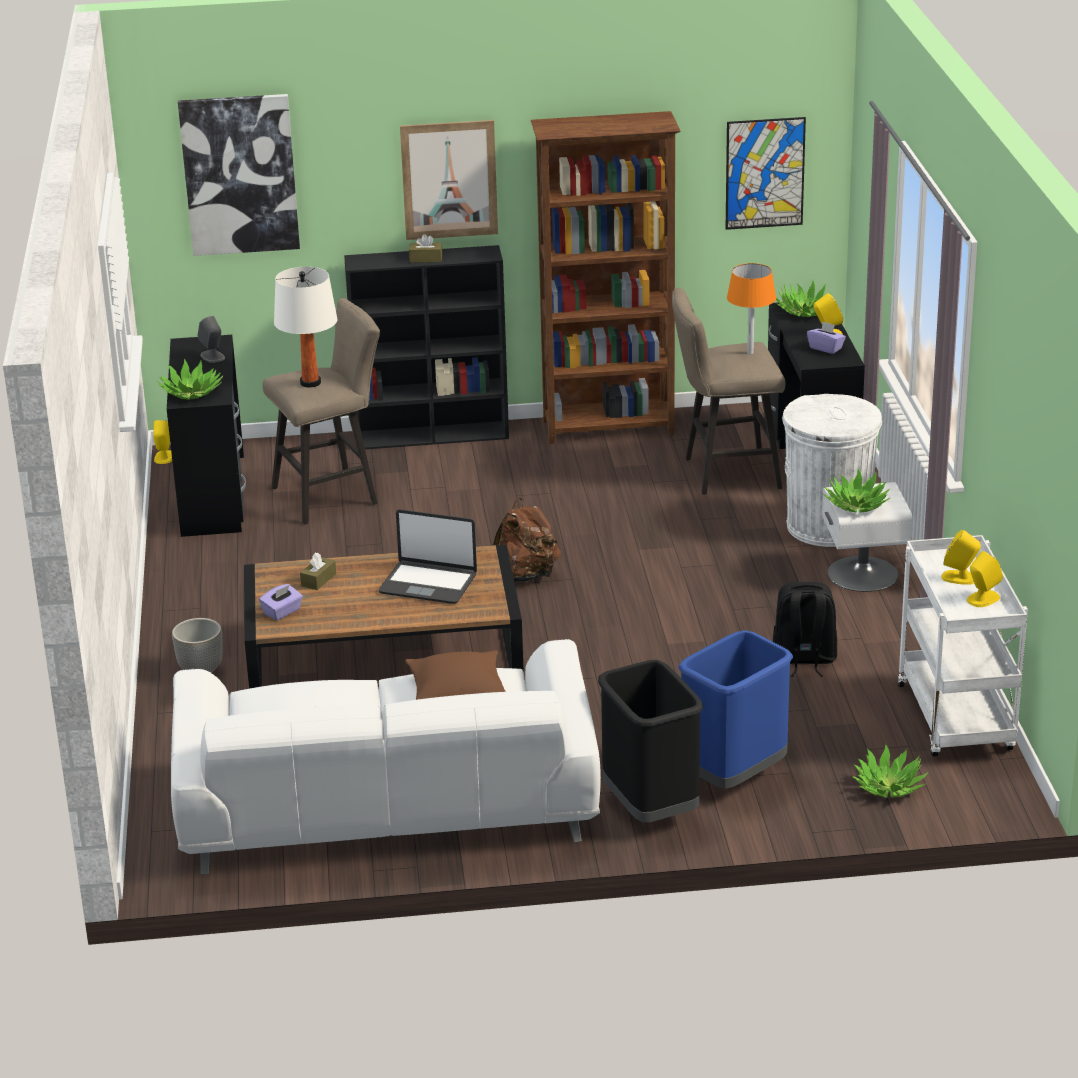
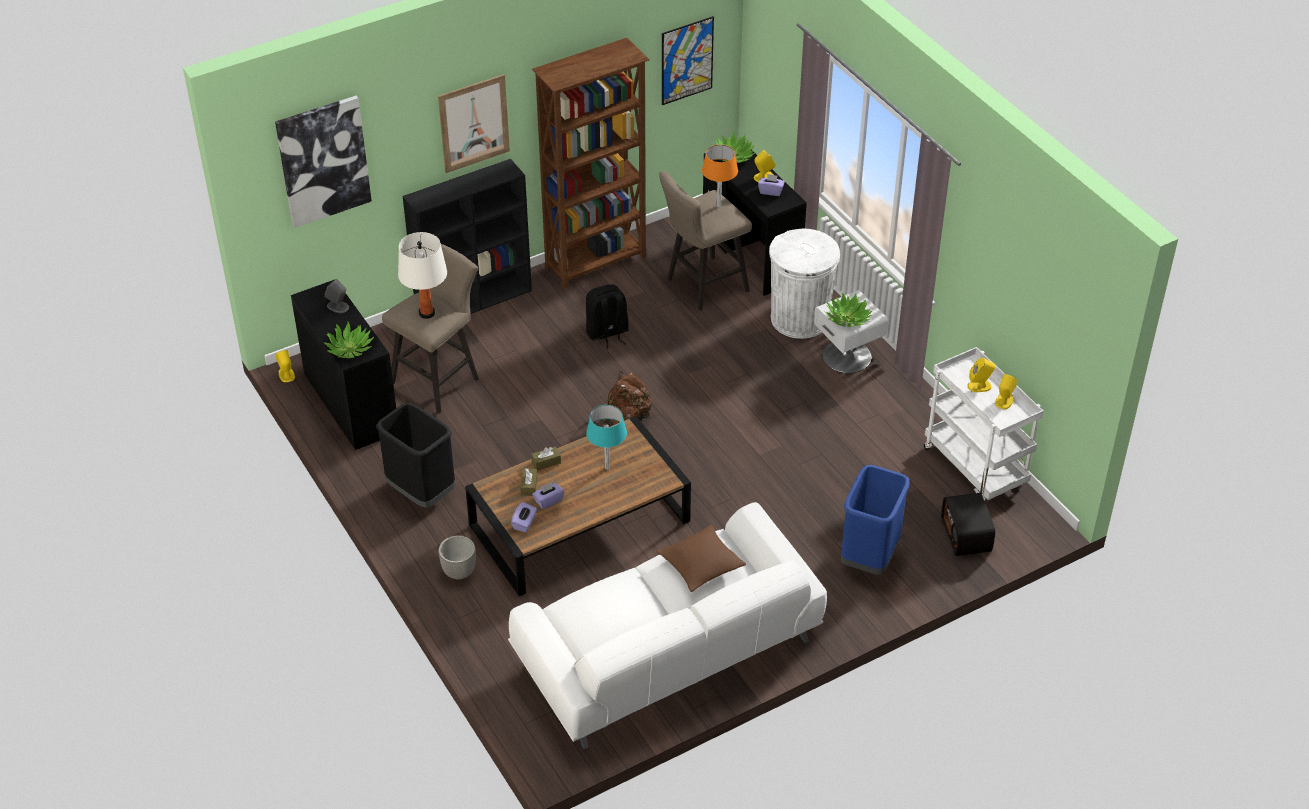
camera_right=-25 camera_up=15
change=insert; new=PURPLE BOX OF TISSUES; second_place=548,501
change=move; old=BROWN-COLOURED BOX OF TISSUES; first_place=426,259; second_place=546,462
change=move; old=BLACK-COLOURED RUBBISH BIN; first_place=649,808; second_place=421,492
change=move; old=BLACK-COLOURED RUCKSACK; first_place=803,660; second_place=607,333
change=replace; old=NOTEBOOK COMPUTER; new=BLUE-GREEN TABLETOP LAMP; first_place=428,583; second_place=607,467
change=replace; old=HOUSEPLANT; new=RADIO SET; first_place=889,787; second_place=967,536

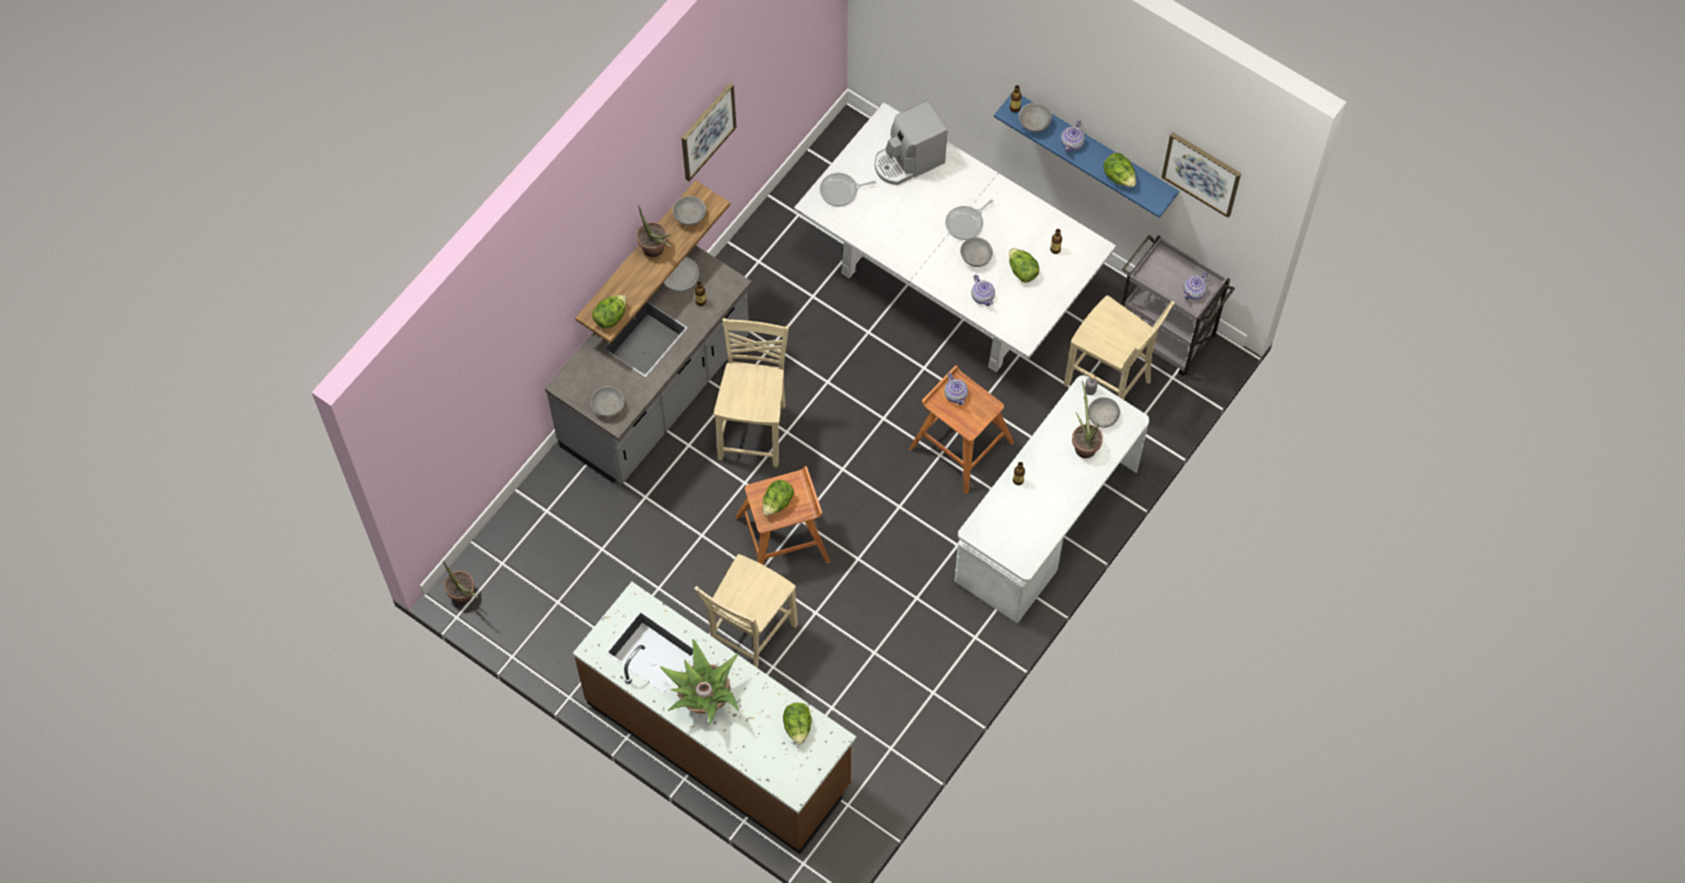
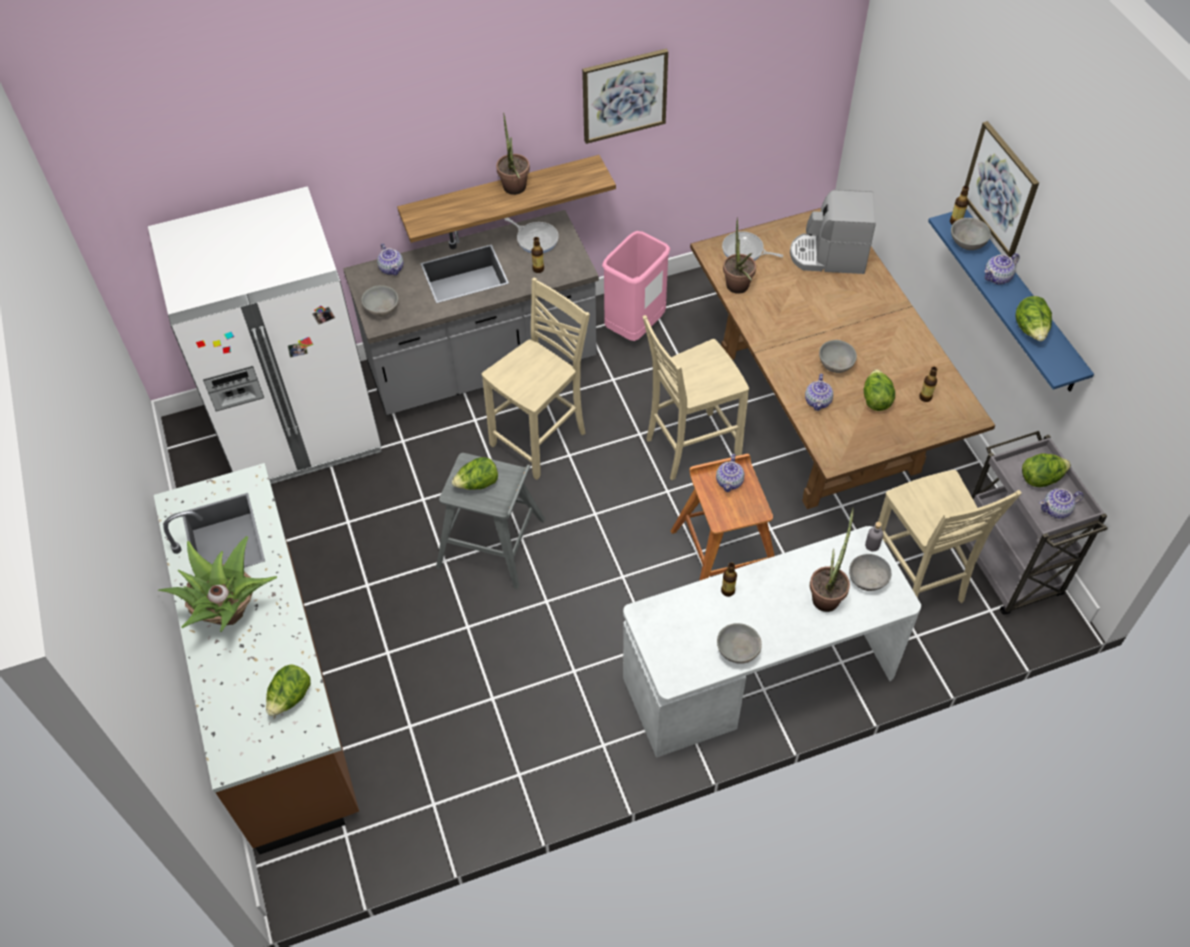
camera_right=35 camera_up=-10
change=delete; old=PAN; first_place=966,223
change=insert; new=WHITE-COLOURED FRIDGE; second_place=300,429
change=insert; new=TEA POT; second_place=392,268
change=insert; new=PINK-COLOURED RUBBISH BIN; second_place=635,327
change=move; old=HOUSEPLANT; first_place=465,598; second_place=738,289
change=move; old=HEAD OF LETTUCE; first_place=610,317; second_place=1041,478
change=move; old=GREY SERVING BOWL; first_place=689,217; second_place=737,650
change=move; old=BEIGE UPRIGHT CHAIR; first_place=750,639; second_place=689,447
change=move; old=PICTURE; first_place=1201,173; second_place=1001,189
change=recolor; old=BROWN-COLOURED STOOL SEAT; new=GREY STOOL SEAT; first_place=784,538; second_place=492,544
change=recolor; old=WHITE-COLOURED KITCHEN TABLE; new=BROWN-COLOURED KITCHEN TABLE; first_place=951,283; second_place=818,412

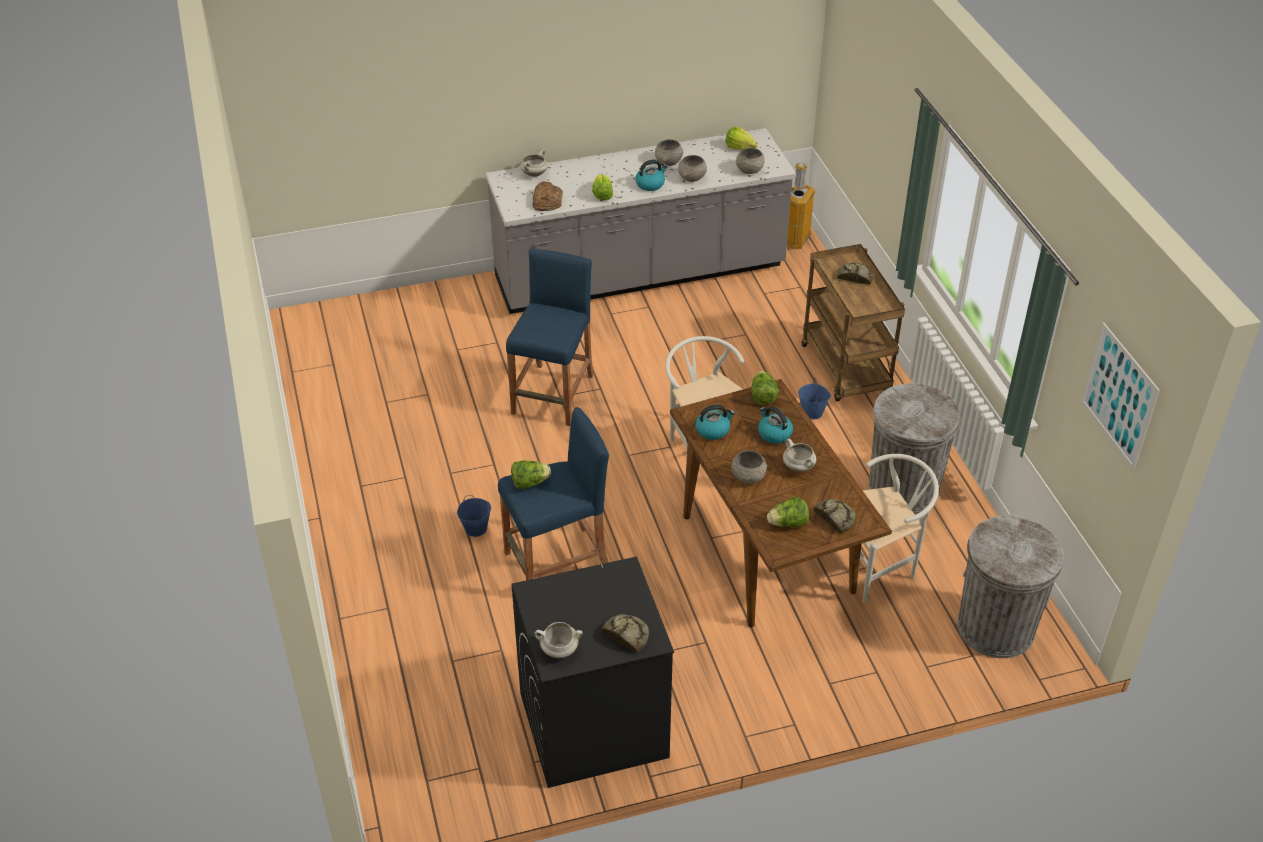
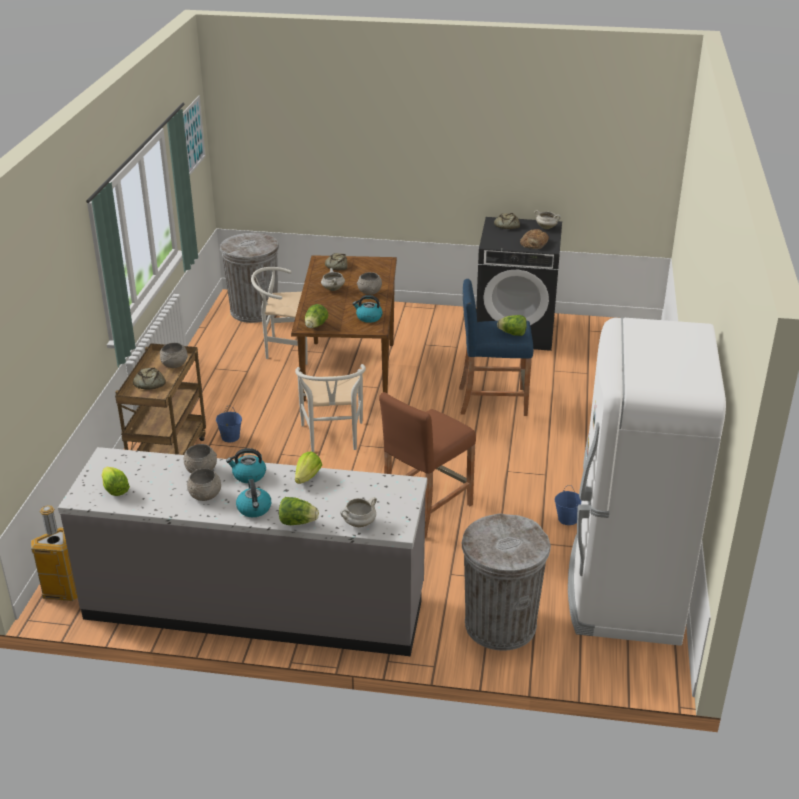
camera_right=-155 camera_up=-10
change=insert; new=WHITE-COLOURED FRIDGE; second_place=623,589
change=move; old=BLUE WATER BUCKET; first_place=475,529; second_place=568,519
change=move; old=BREAD; first_place=547,201; second_place=534,243
change=move; old=GREY SERVING BOWL; first_place=749,170; second_place=175,364
change=move; old=WATER KETTLE; first_place=774,434; second_place=254,509
change=move; old=HEAD OF LETTUCE; first_place=788,523; second_place=297,522
change=move; old=GREY RUBBISH BIN; first_place=903,489; second_place=500,625
change=recolor; old=BLUE STOOL SEAT; new=BROWN-COLOURED STOOL SEAT; first_place=553,394; second_place=426,509

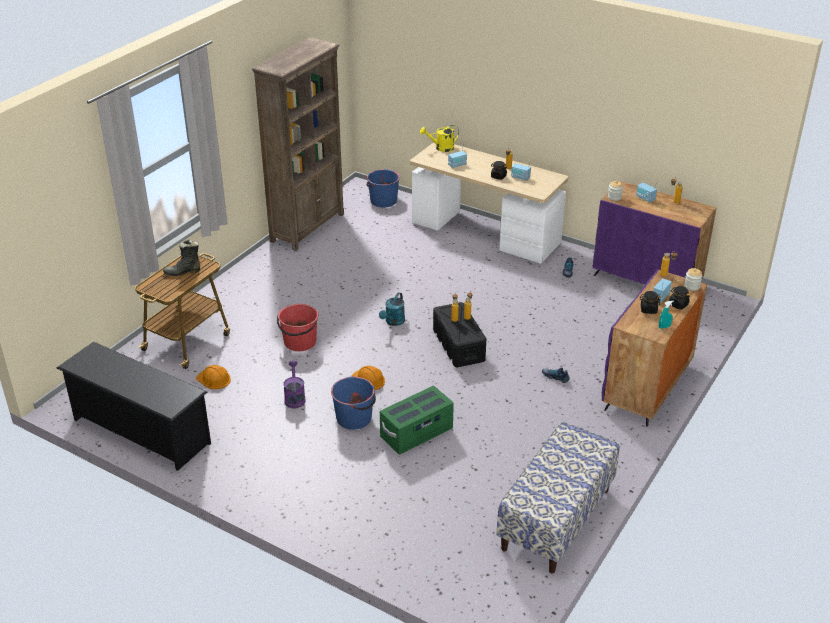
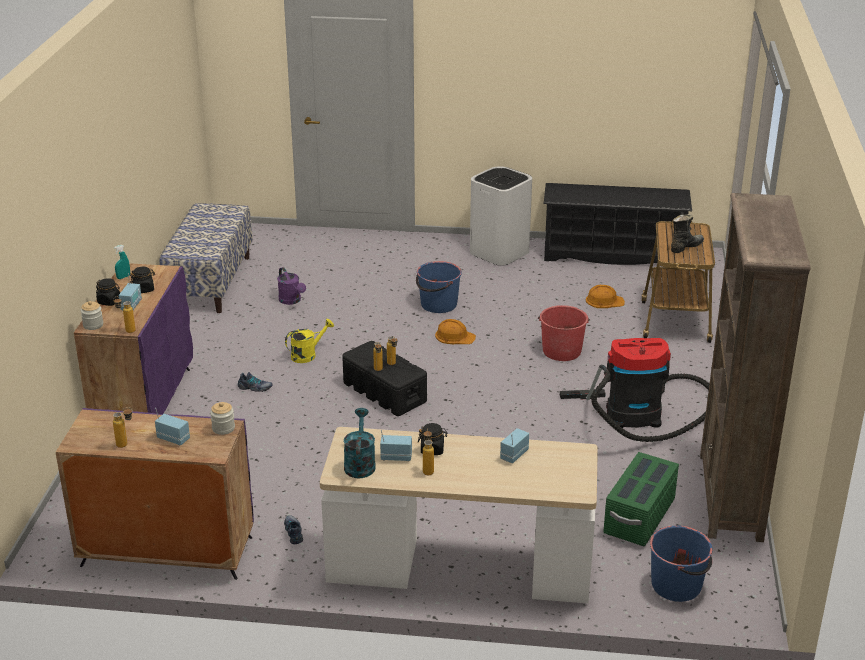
camera_right=155 camera_up=-5
change=insert; new=WHITE-COLOURED RUBBISH BIN; second_place=500,252
change=insert; new=HOOVER; second_place=639,415
change=move; old=PURPLE WATERING POT; first_place=294,398; second_place=292,301
change=move; old=BLUE-GREEN WATERING POT; first_place=393,322; second_place=359,463
change=move; old=GREENISH STORAGE BOX; first_place=417,433; second_place=639,517
change=move; old=YELLOW WATERING POT; first_place=441,148; second_place=307,355

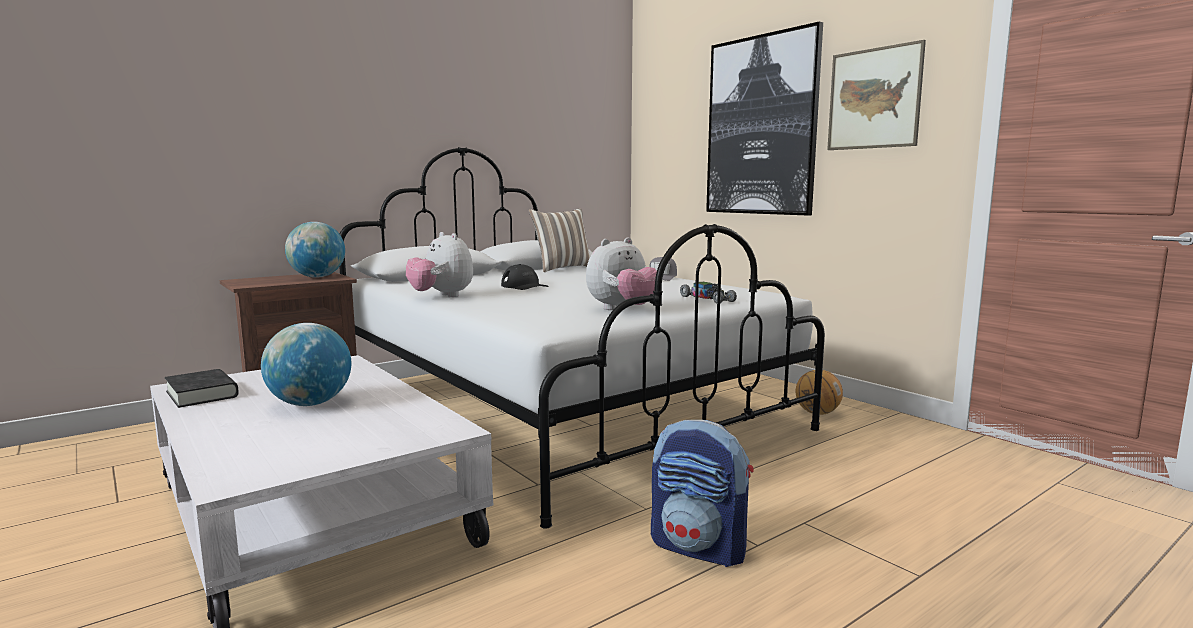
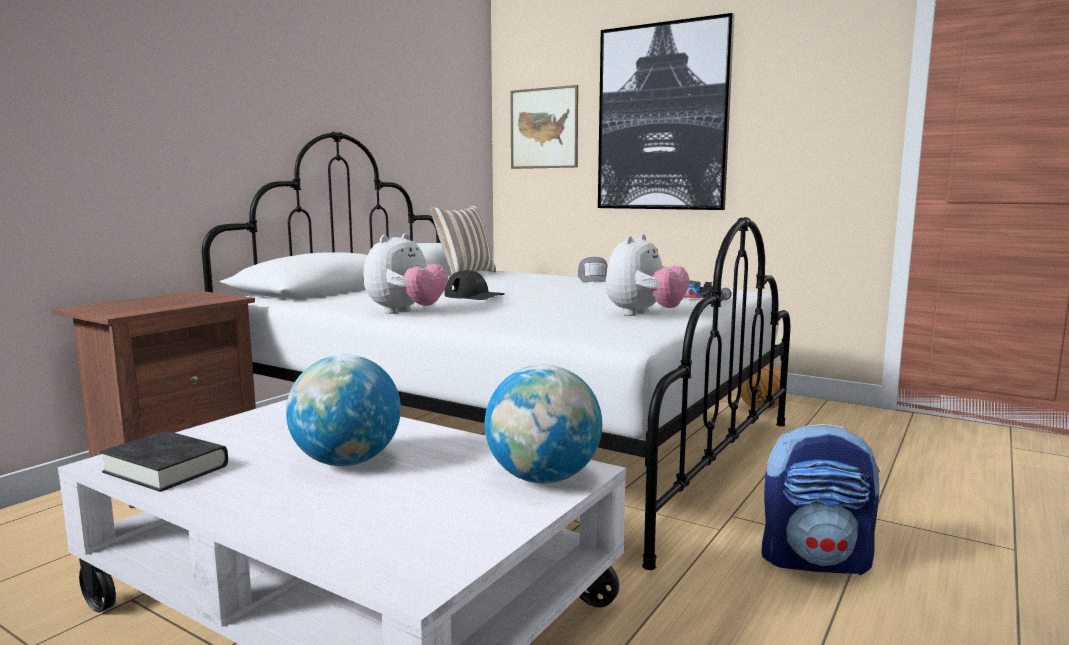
camera_right=-20 camera_up=0
change=move; old=GLOBE; first_place=317,277; second_place=543,478
change=move; old=PICTURE; first_place=874,98; second_place=544,128
change=rotate; old=PLUSH TOY; first_place=441,296; second_place=406,312; degrees=-90

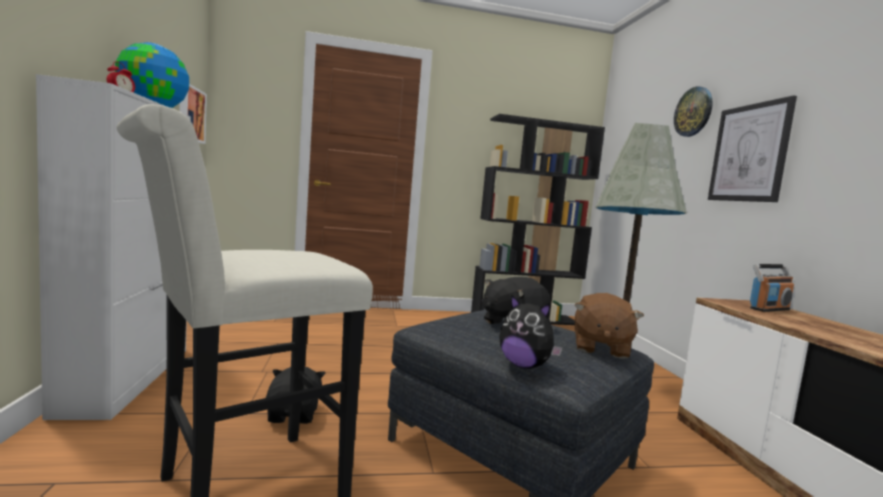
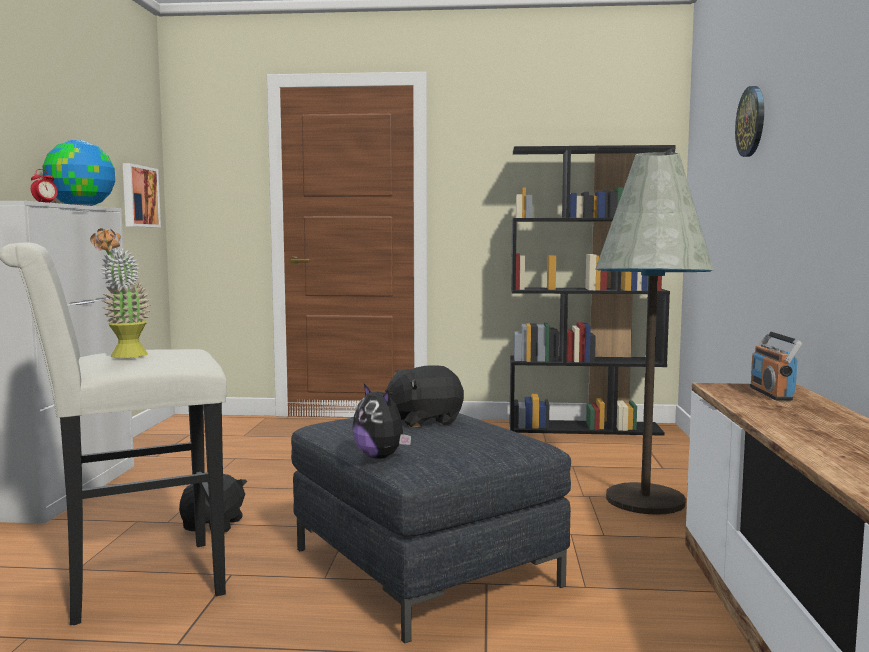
camera_right=15 camera_up=0
change=delete; old=BROWN-COLOURED PLUSH TOY; first_place=600,348
change=delete; old=PICTURE; first_place=749,153
change=insert; new=HOUSEPLANT; second_place=124,357
change=rotate; old=RADIO SET; first_place=769,309; second_place=771,393; degrees=105

